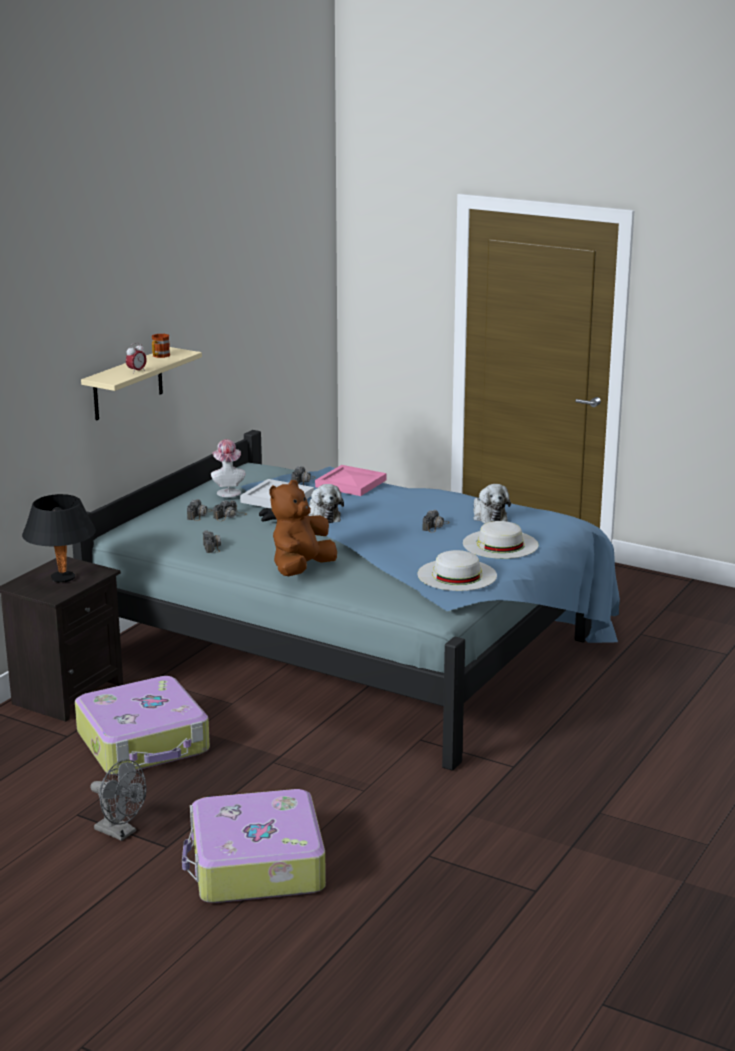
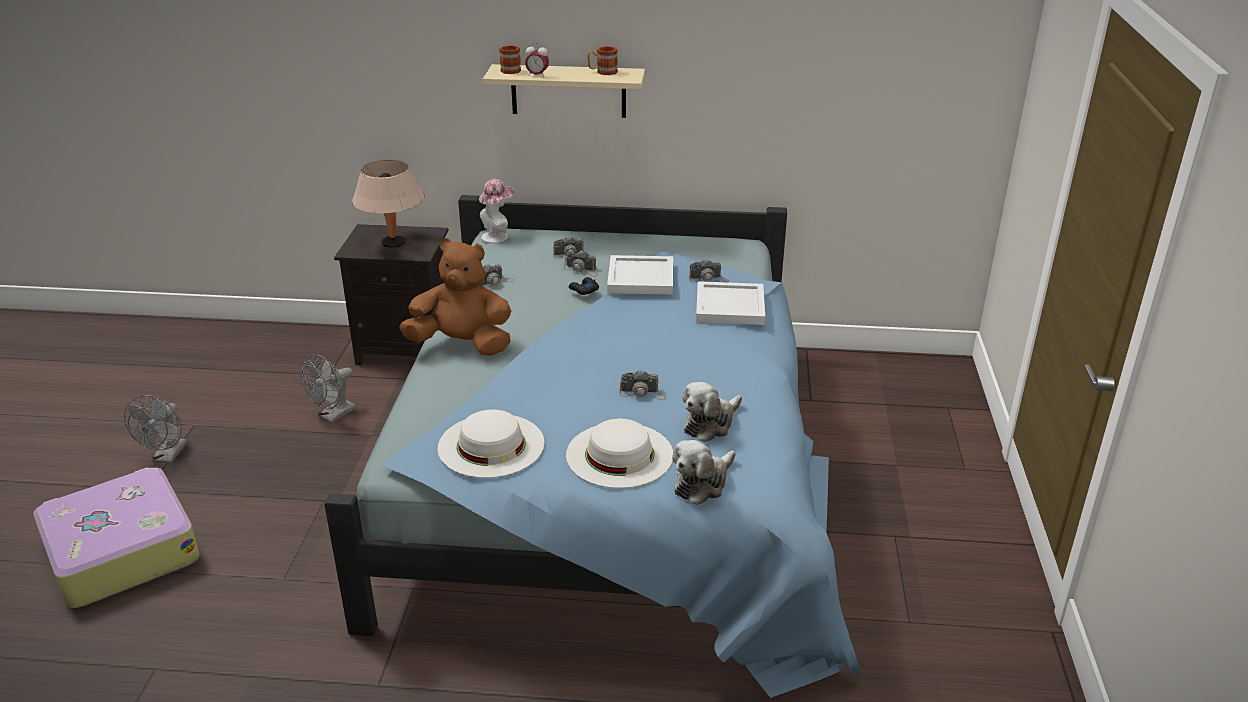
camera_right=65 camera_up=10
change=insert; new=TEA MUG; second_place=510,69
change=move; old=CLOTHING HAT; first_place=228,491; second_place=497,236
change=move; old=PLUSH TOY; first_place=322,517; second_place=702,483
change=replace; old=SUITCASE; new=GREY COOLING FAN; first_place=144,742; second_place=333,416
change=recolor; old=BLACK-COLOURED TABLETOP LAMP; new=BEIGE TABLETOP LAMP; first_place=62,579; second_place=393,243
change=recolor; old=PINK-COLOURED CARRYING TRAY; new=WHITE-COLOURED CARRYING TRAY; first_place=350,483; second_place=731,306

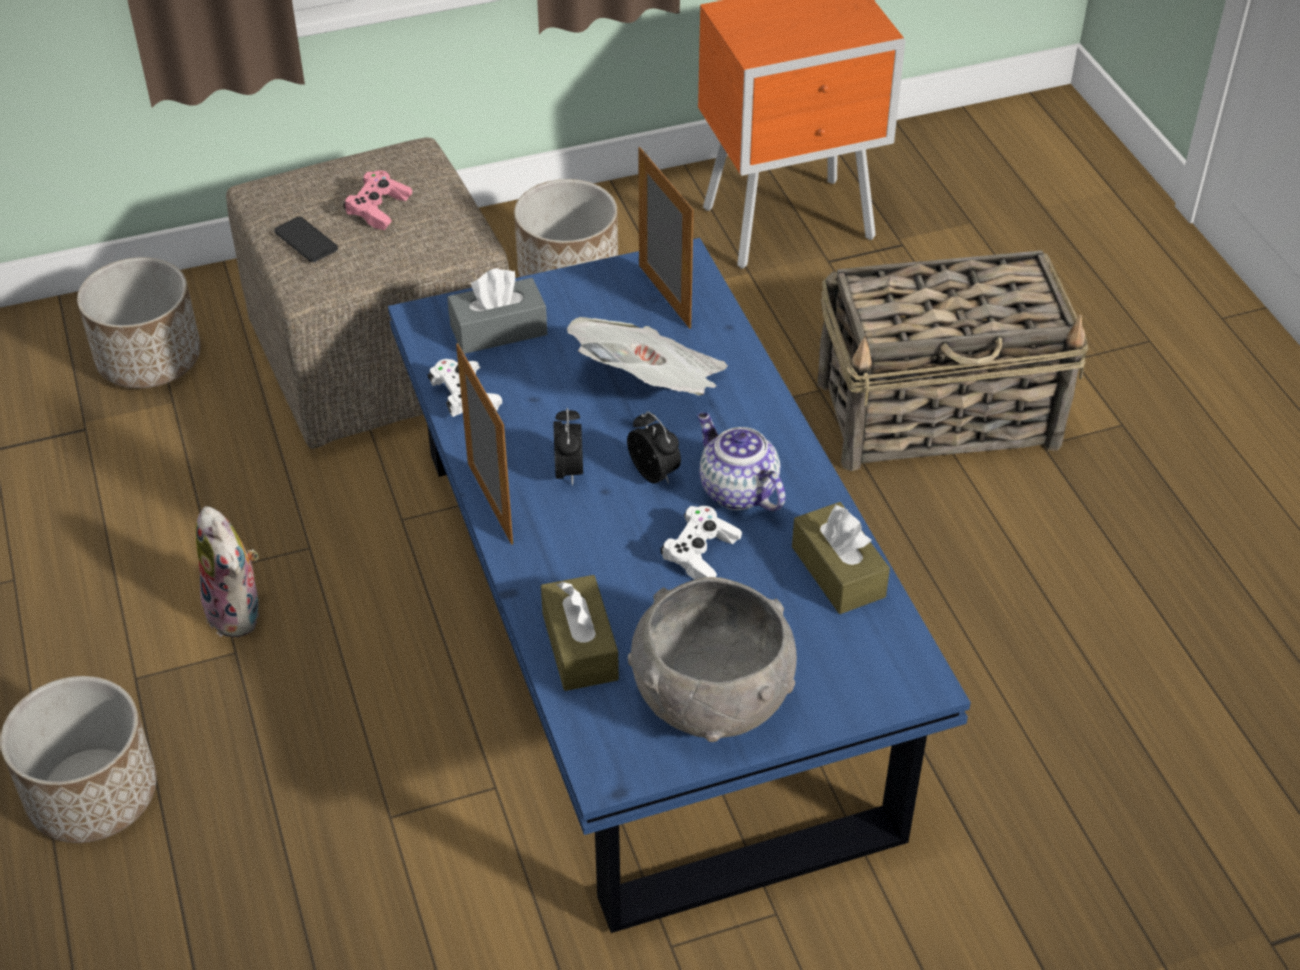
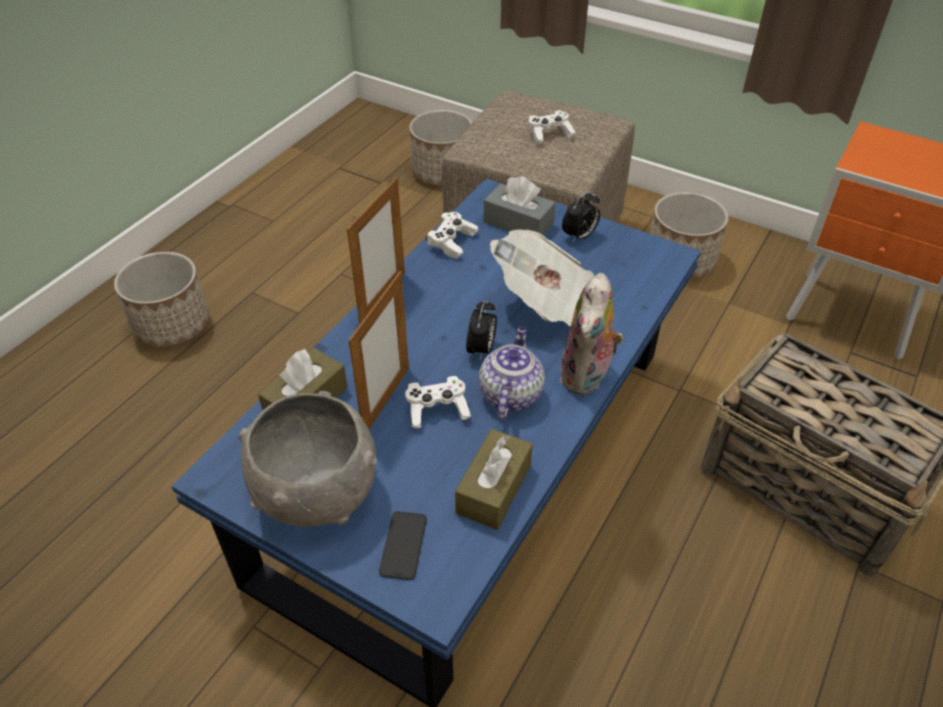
camera_right=50 camera_up=0
change=move; old=PLUSH TOY; first_place=239,612; second_place=587,376
change=move; old=PHONE; first_place=306,240; second_place=403,545
change=move; old=TABLE CLOCK; first_place=569,472; second_place=579,236
change=move; old=PHOTO FRAME; first_place=664,296; second_place=386,401
change=recolor; old=PINK-COLOURED JOYPAD; new=WHITE-COLOURED JOYPAD; first_place=378,209; second_place=549,134

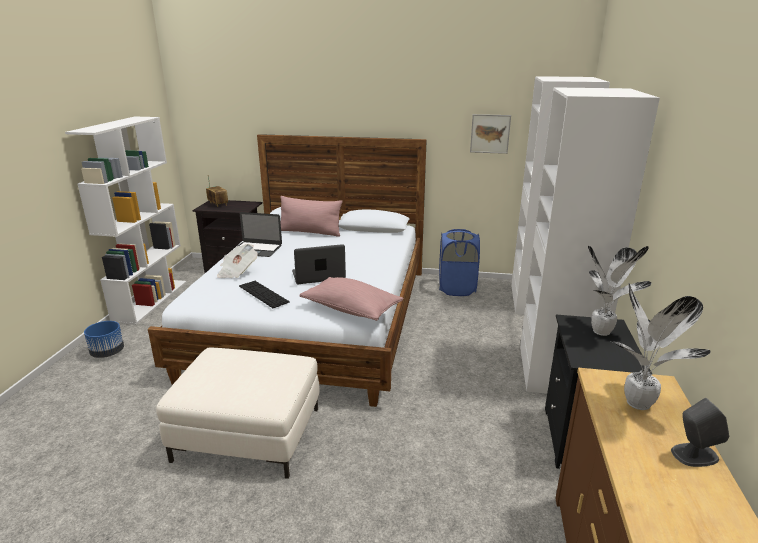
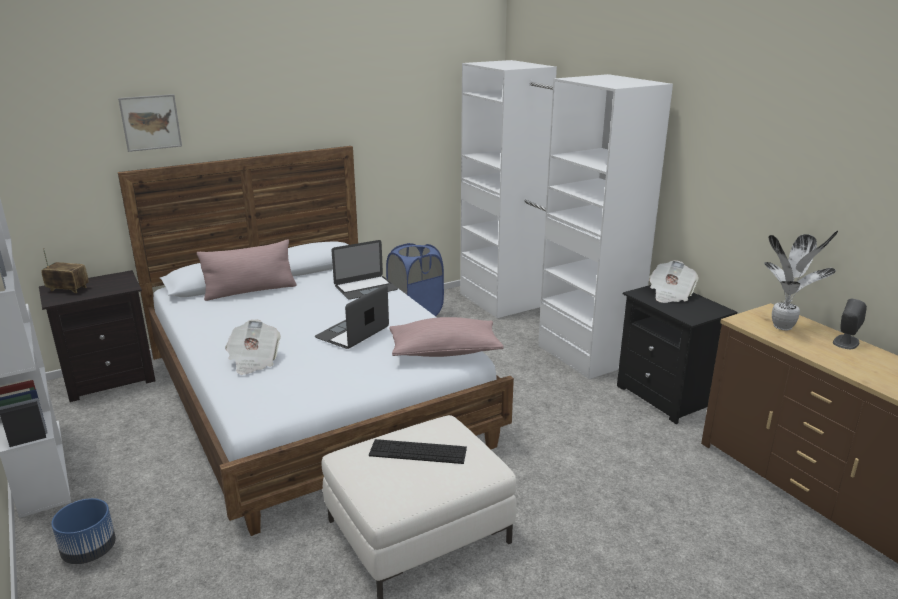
camera_right=-40 camera_up=0
change=move; old=NOTEBOOK COMPUTER; first_place=256,249; second_place=365,287
change=move; old=KEYBOARD; first_place=263,294; second_place=418,451
change=move; old=PICTURE; first_place=490,133; second_place=150,122
change=replace; old=HOUSEPLANT; new=DAILY PAPER; first_place=602,332; second_place=670,294

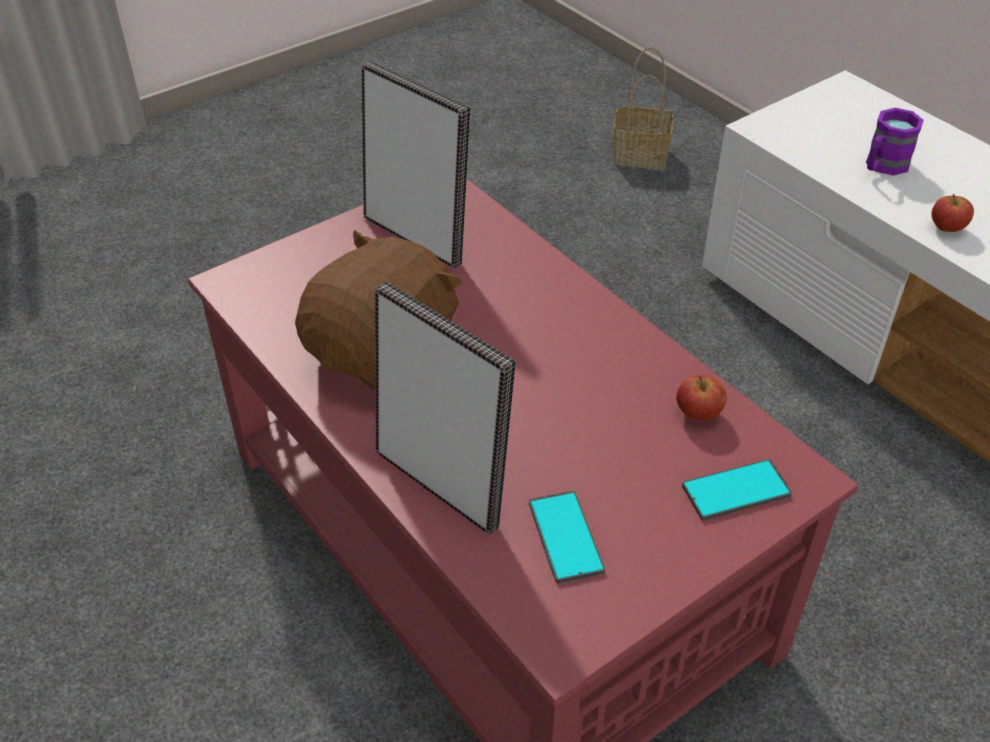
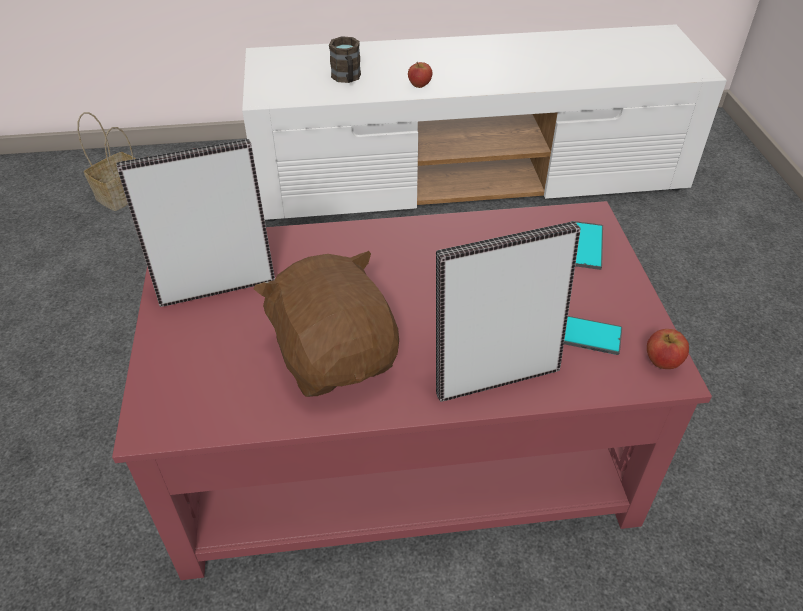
camera_right=-60 camera_up=0
change=move; old=WHOLE APPLE; first_place=698,414; second_place=662,362
change=recolor; old=PURPLE TEA MUG; new=BROWN-COLOURED TEA MUG; first_place=882,166; second_place=347,79

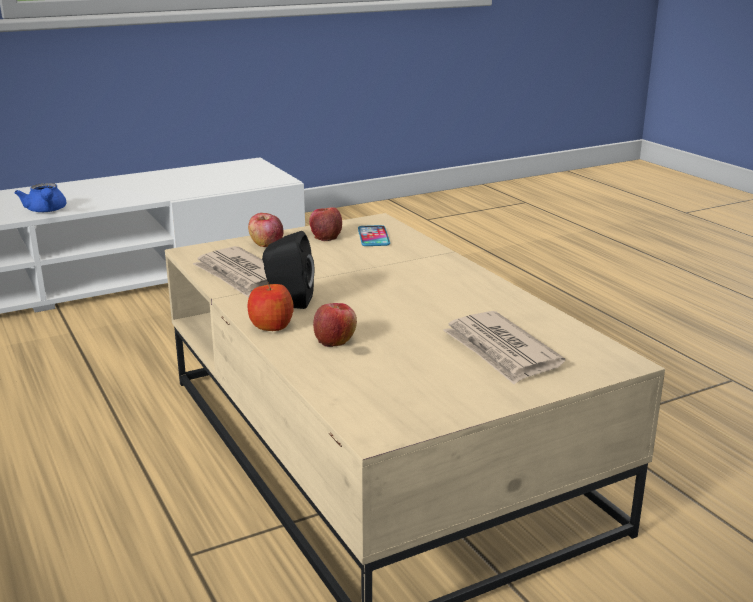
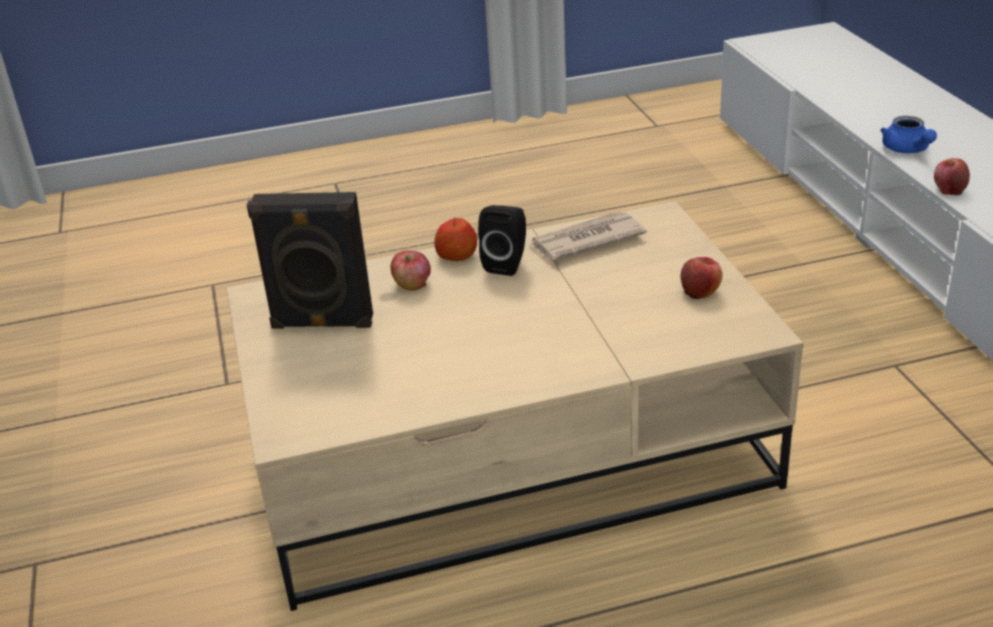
camera_right=105 camera_up=10
change=delete; old=PHONE; first_place=373,237
change=delete; old=DAILY PAPER; first_place=501,351
change=insert; new=BLACK-COLOURED AUDIO SPEAKER; second_place=322,323
change=move; old=WHOLE APPLE; first_place=266,243; second_place=949,189
change=rotate; old=BLUE TEA POT; first_place=46,211; second_place=907,150; degrees=-90

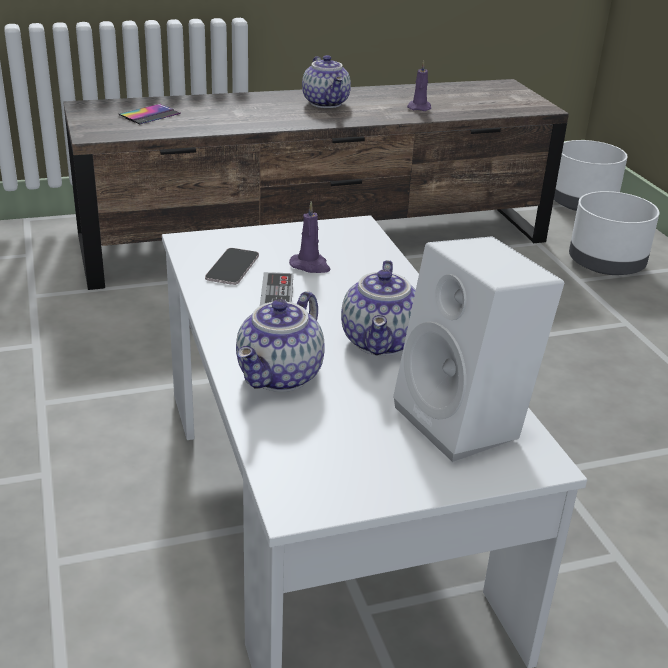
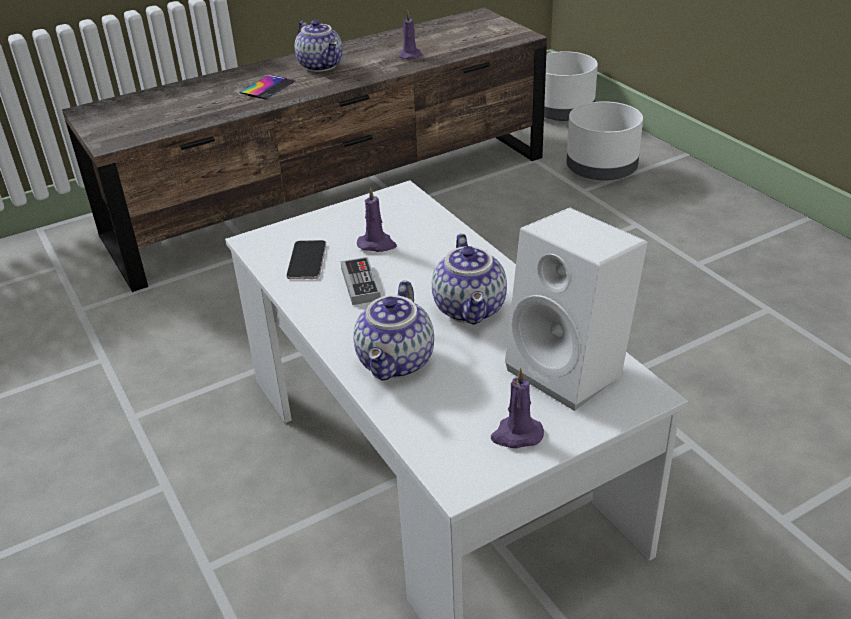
camera_right=-10 camera_up=5
change=insert; new=PURPLE WAX CANDLE; second_place=516,435
change=move; old=PHONE; first_place=149,114; second_place=267,87

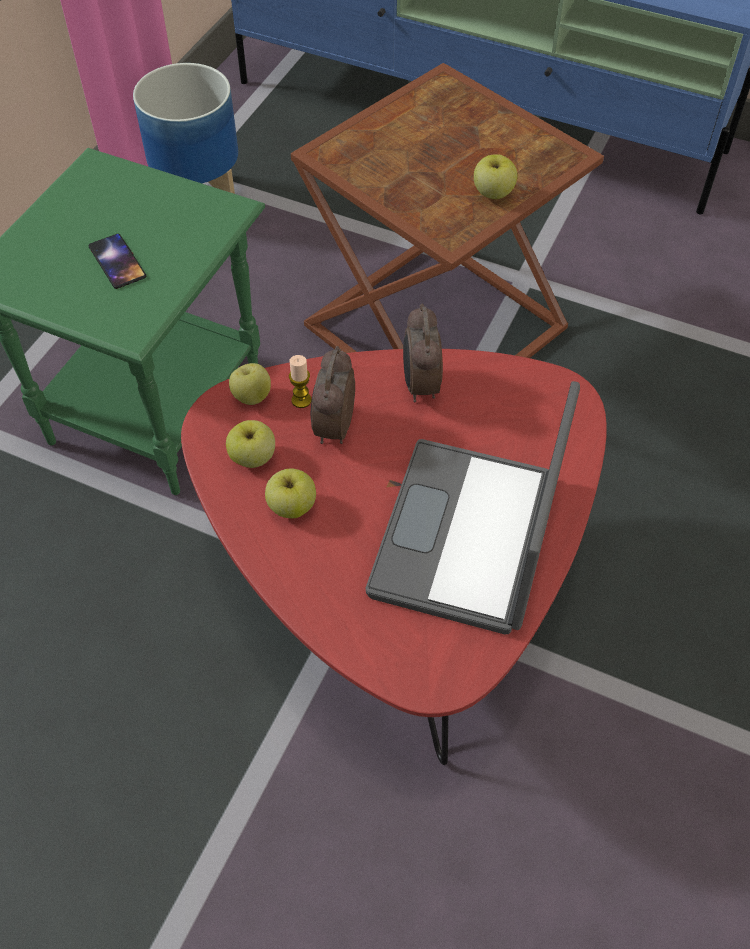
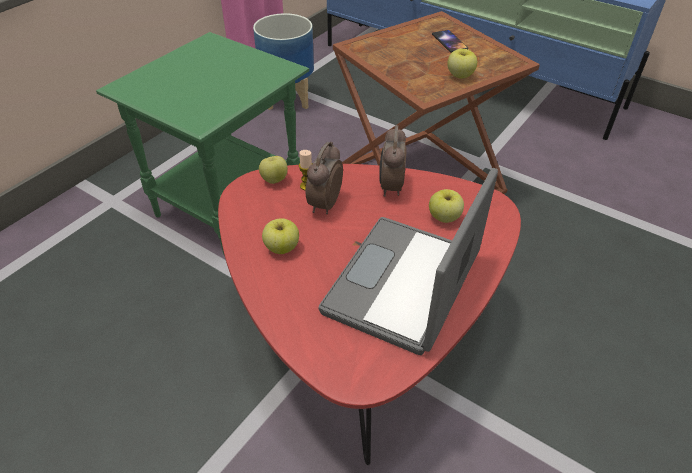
camera_right=10 camera_up=-10
change=move; old=PHONE; first_place=117,261; second_place=449,41
change=move; old=WHOLE APPLE; first_place=253,458; second_place=444,217

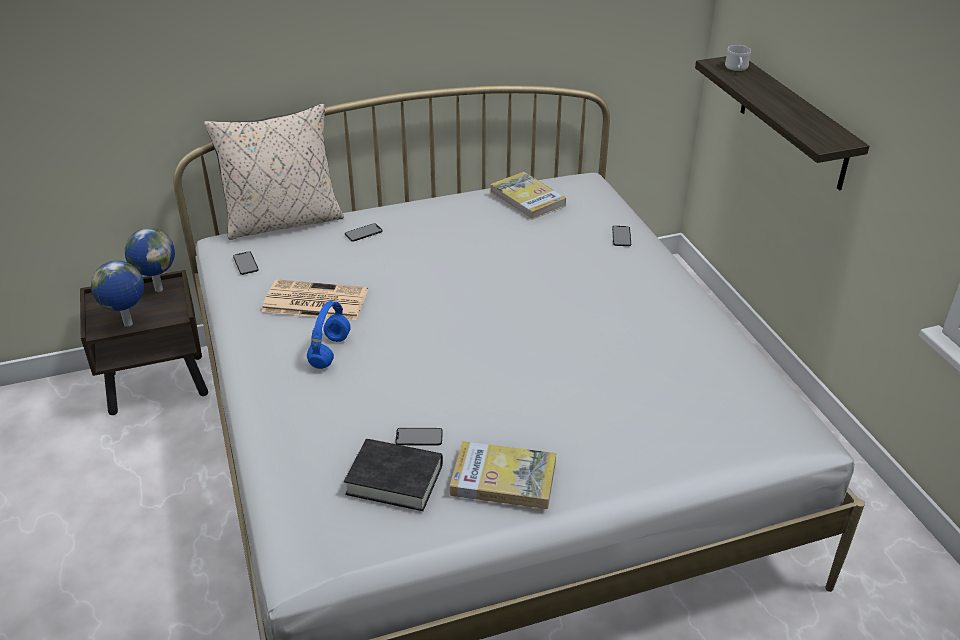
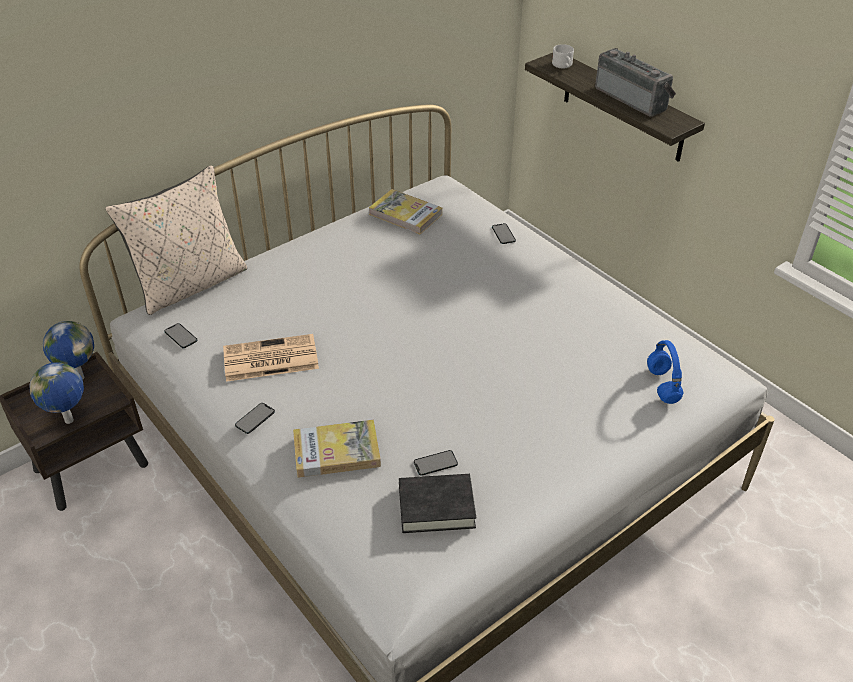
camera_right=-20 camera_up=5
change=insert; new=RADIO SET; second_place=633,98
change=move; old=BLUE PAIR OF HEADPHONES; first_place=330,351; second_place=661,385
change=move; old=PHONE; first_place=363,232; second_place=255,418
change=move; old=BOUND BOOK; first_place=503,478; second_place=336,451

